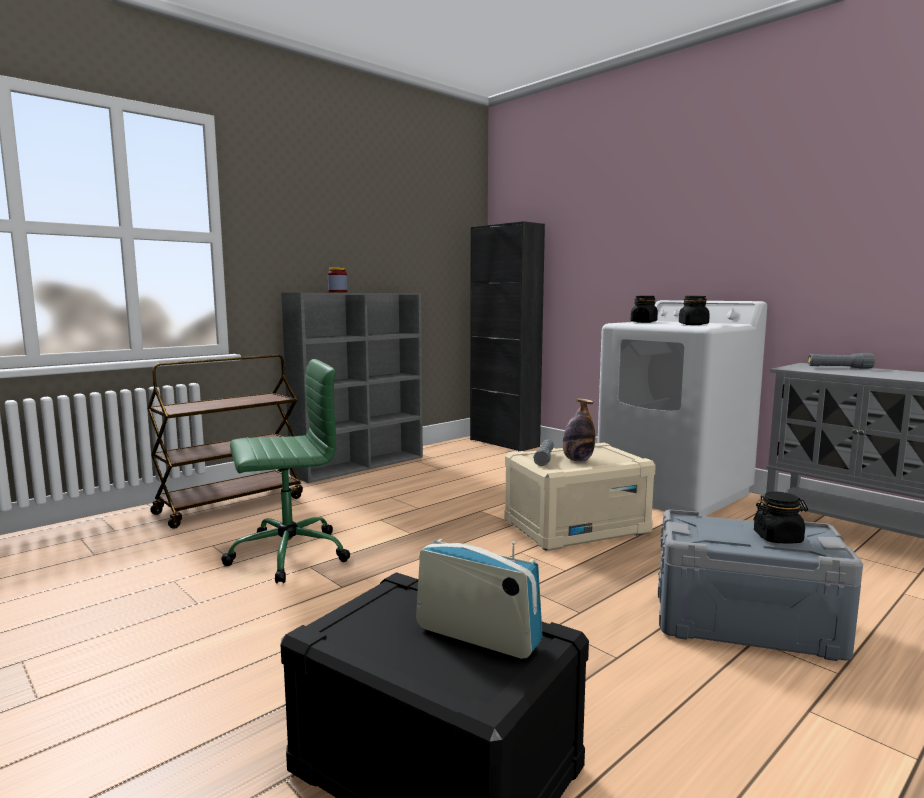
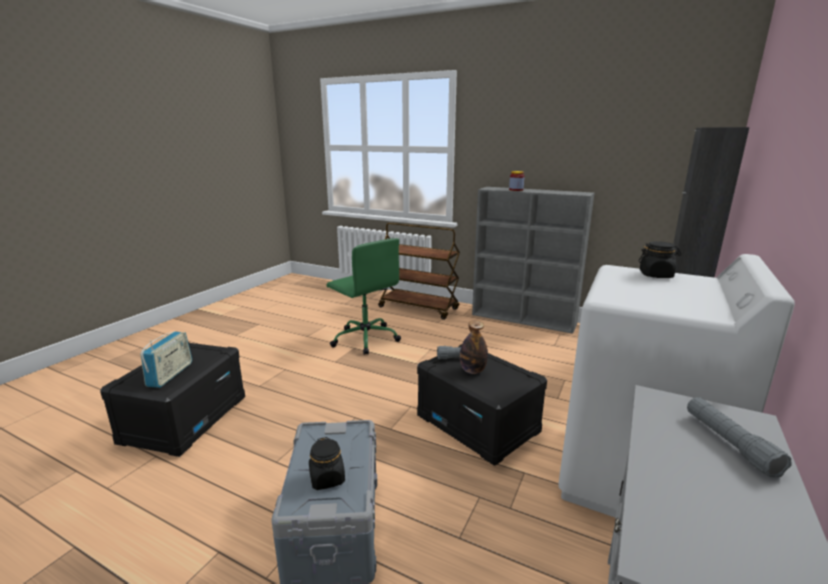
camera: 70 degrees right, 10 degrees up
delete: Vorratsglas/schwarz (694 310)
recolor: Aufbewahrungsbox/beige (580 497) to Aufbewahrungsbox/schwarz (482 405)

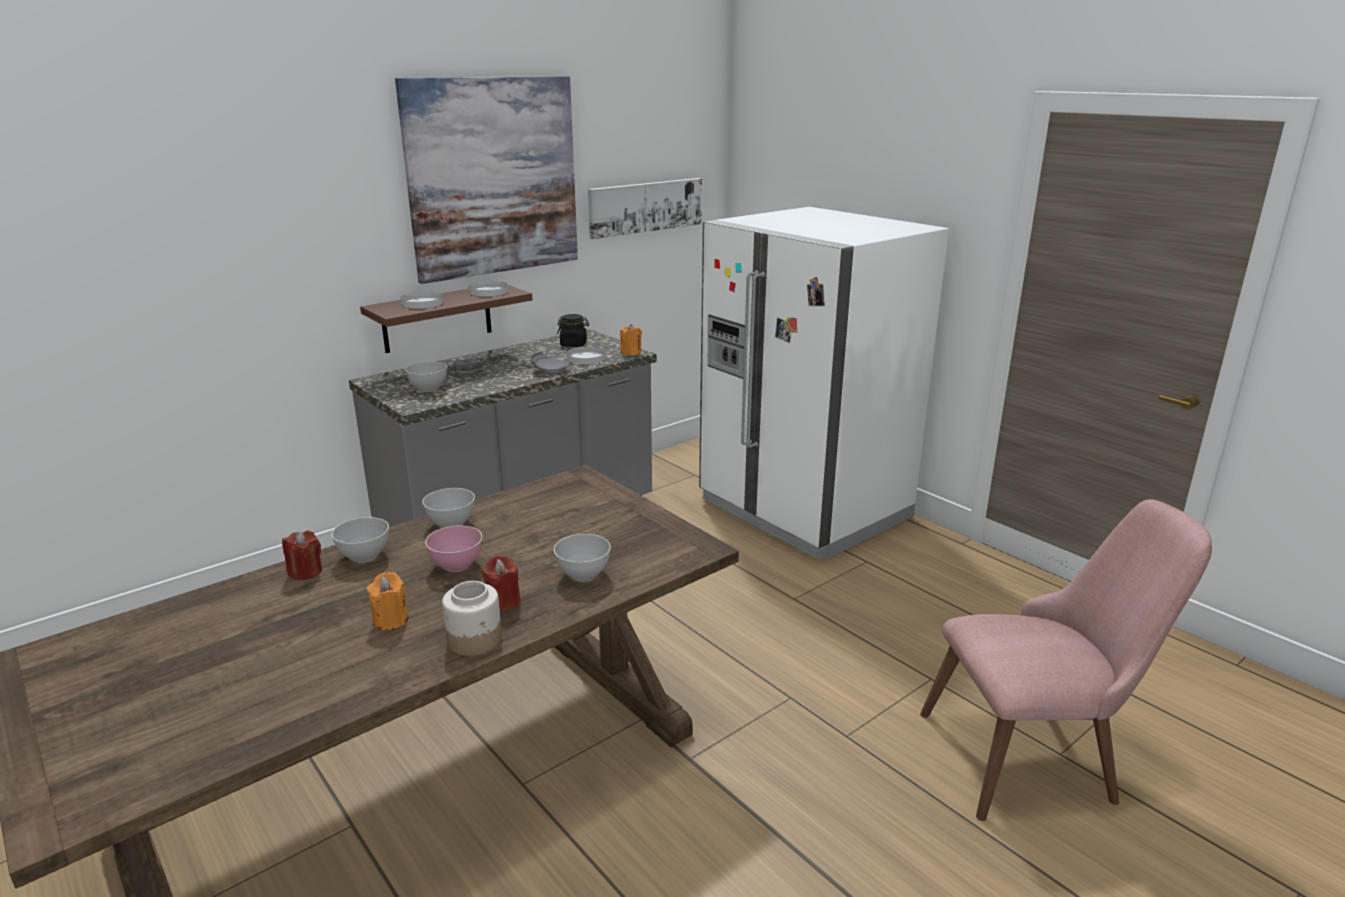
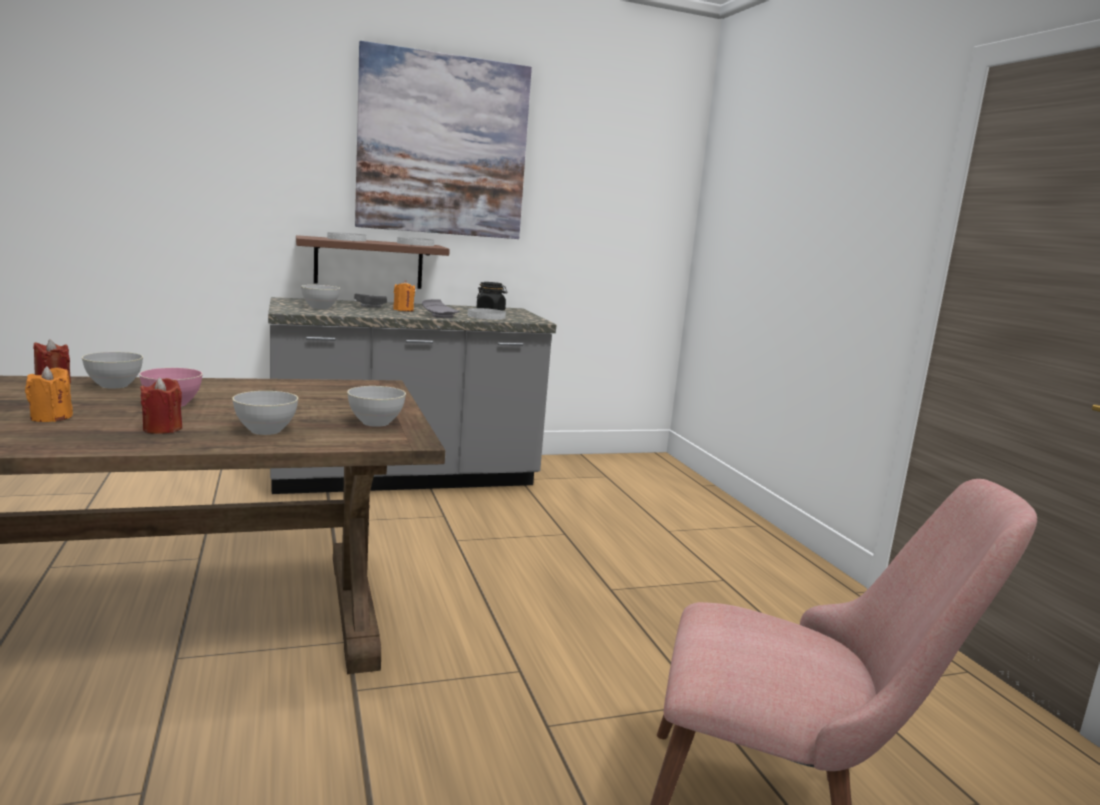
camera: 20 degrees right, 10 degrees down
delete: Vorratsglas (472 618); Bild (645 208); Kühlschrank/weiß (824 383)
move: Schüssel/grau (448 508) to (376 406); Kerze/orange (631 340) to (404 295)

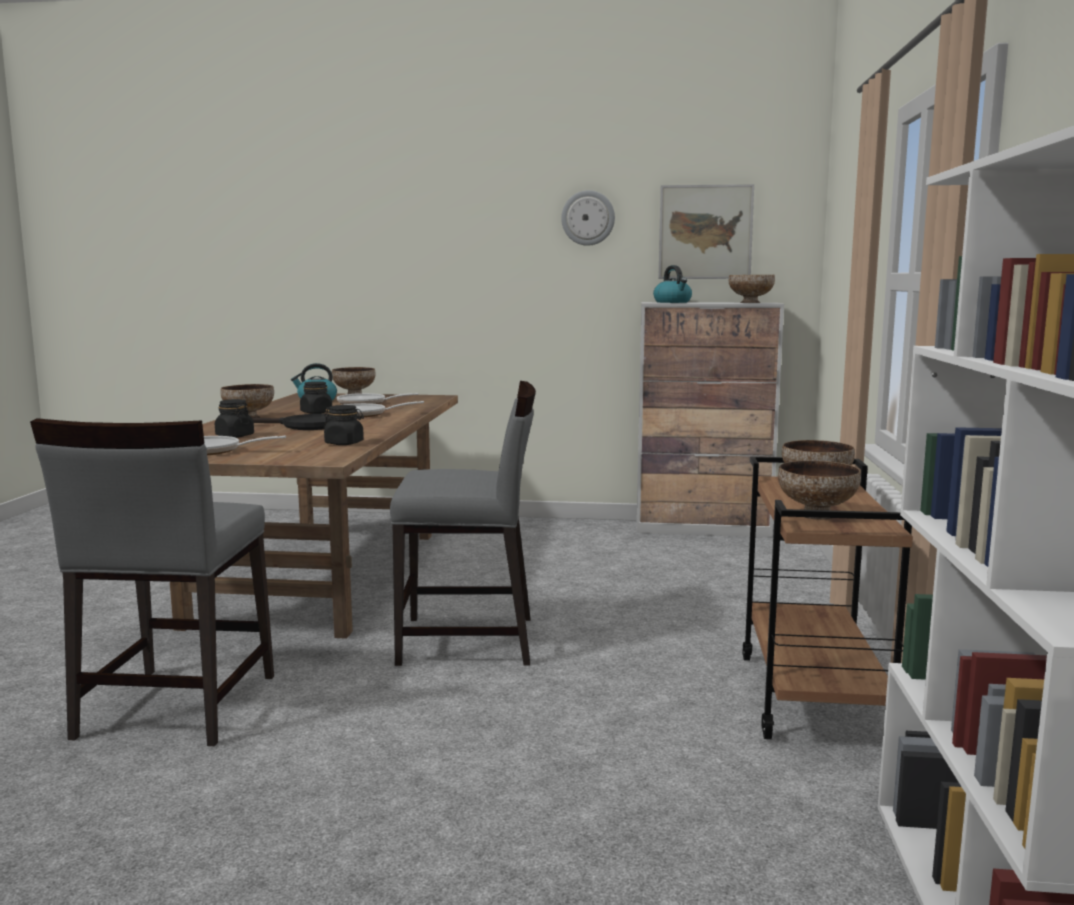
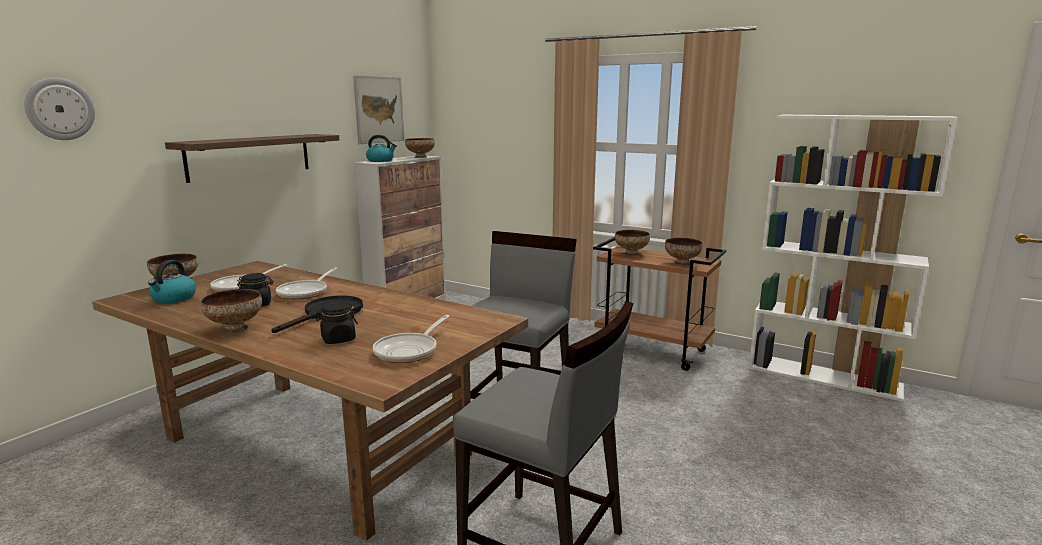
camera: 65 degrees left, 5 degrees up
delete: Vorratsglas/schwarz (344 425)
insert: Wandregal (252 158)
move: Wanduhr (588 218) to (59 108)

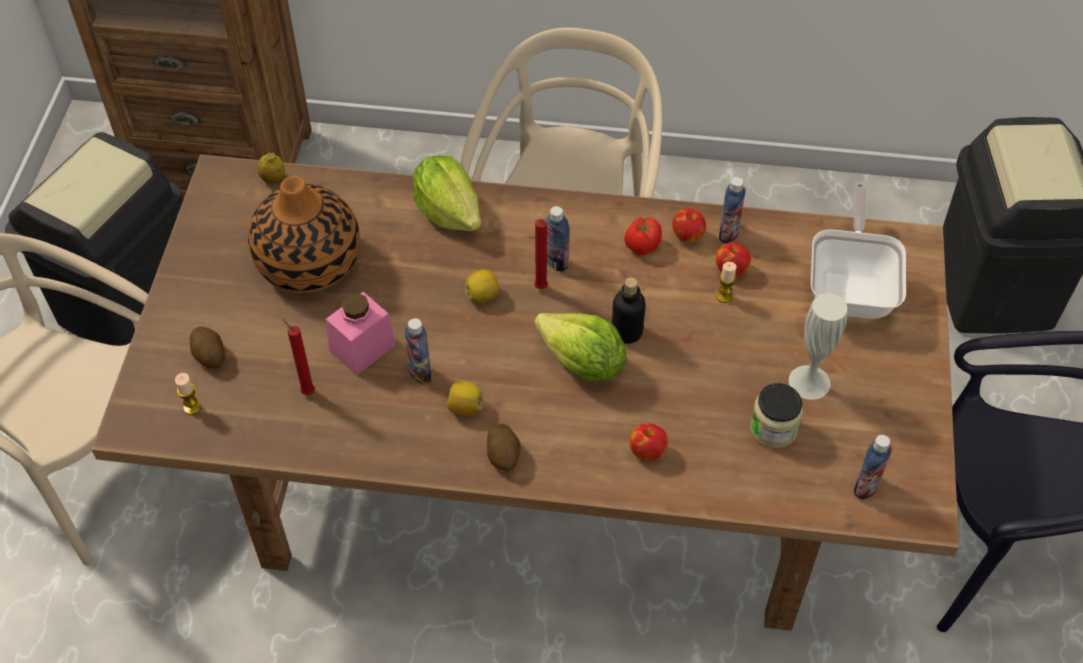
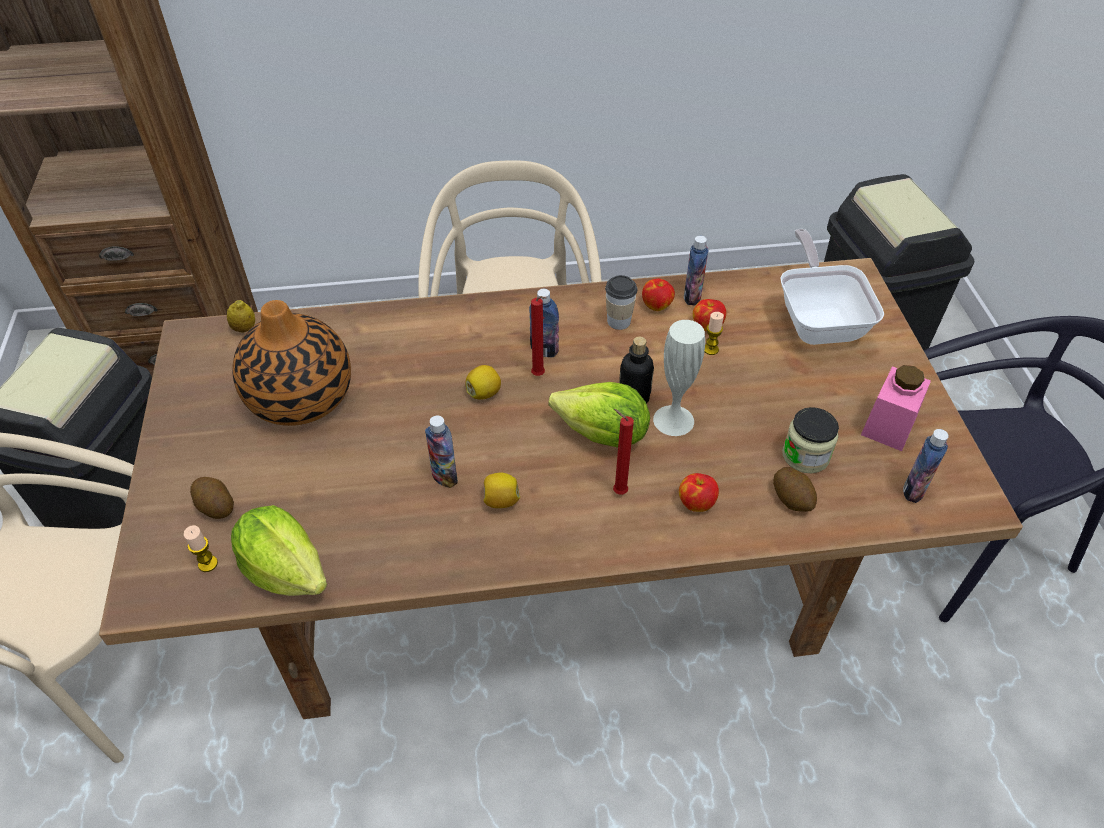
camera: 15 degrees left, 5 degrees down
move: Kerze/rot (298 356) to (623 452); Vorratsglas/rosa (361 333) to (896 408); Salatkopf (447 193) to (279 550); Kartoffel (504 448) to (795 489); Vase/weiß (818 346) to (679 378)
replace: Tomate (643 236) to Tasse (621 302)

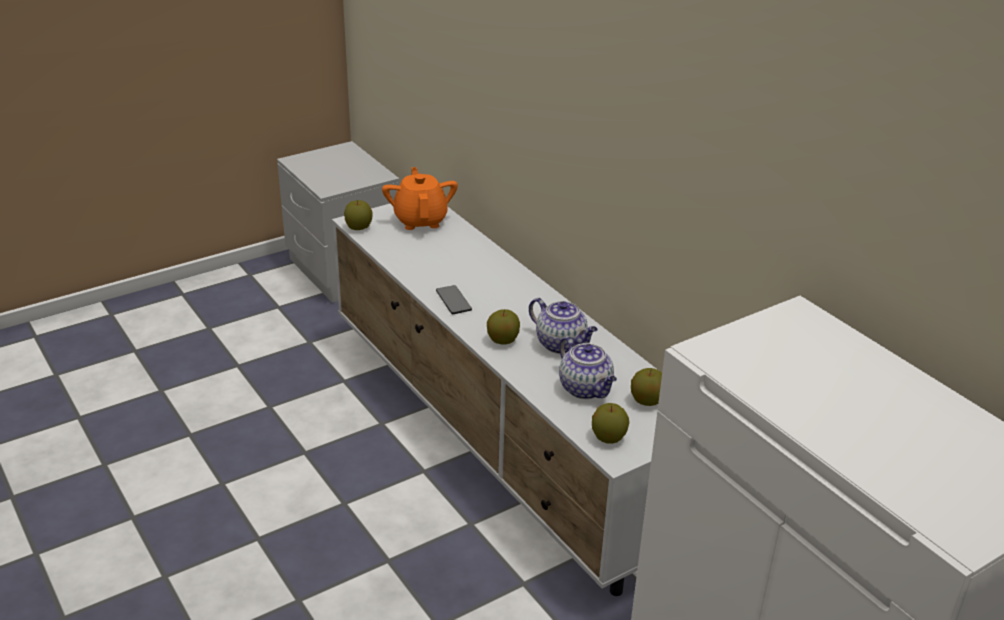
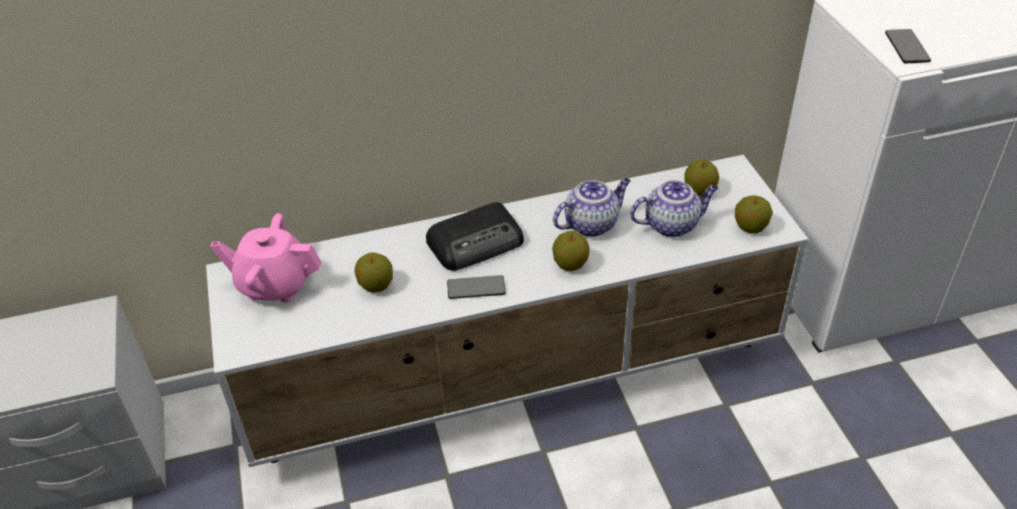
camera: 70 degrees left, 10 degrees up
insert: Radio (475 236); Handy (908 46)
move: Apfel (358 215) to (374 273)
recolor: Teekanne/orange (420 198) to Teekanne/rosa (266 258)

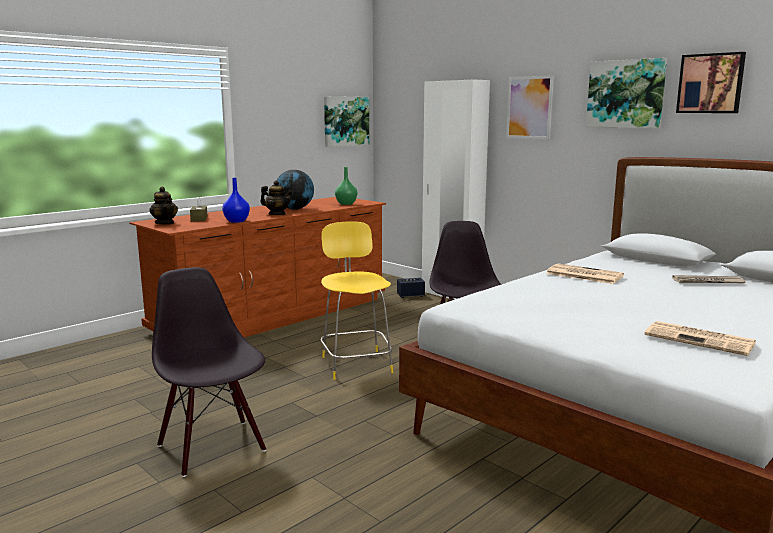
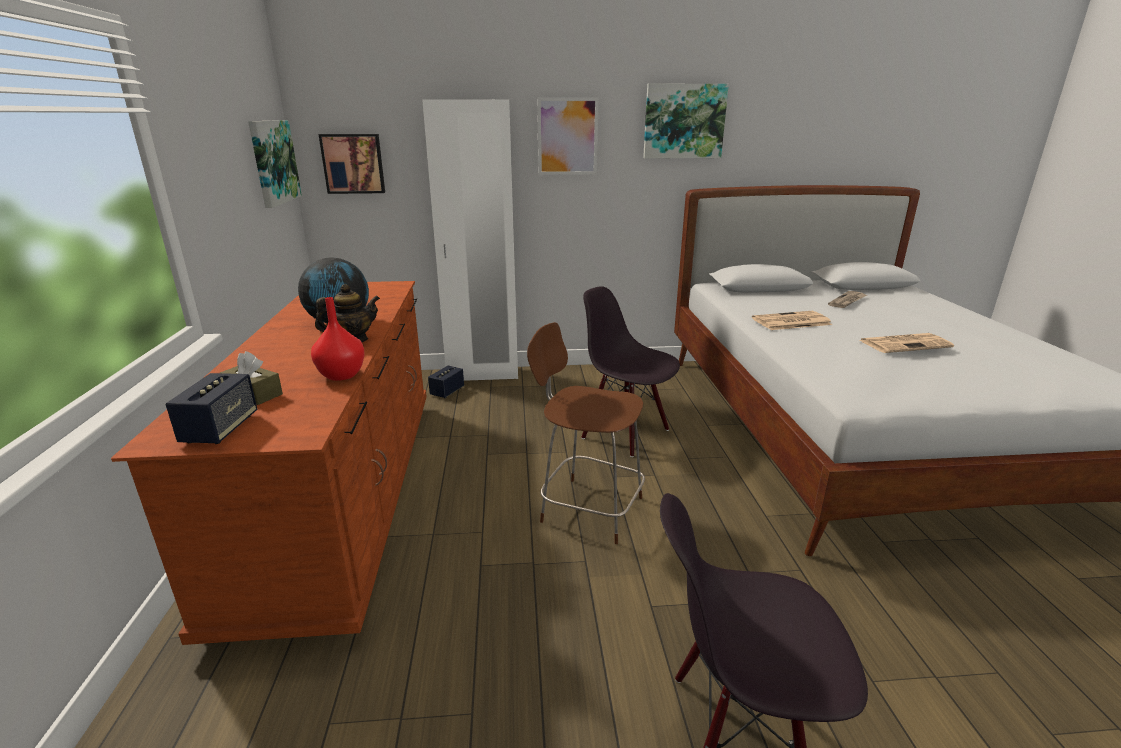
camera: 50 degrees left, 10 degrees up
delete: Vase/grün (346 186)
move: Zeitung (700 338) to (907 343); Bild (711 82) to (351 164)
replace: Teekanne (163 206) to Lautsprecher (211 408)
recolor: Vase/blau (236 200) to Vase/rot (338 339); Stuhl/gelb (357 300) to Stuhl/braun (586 433)

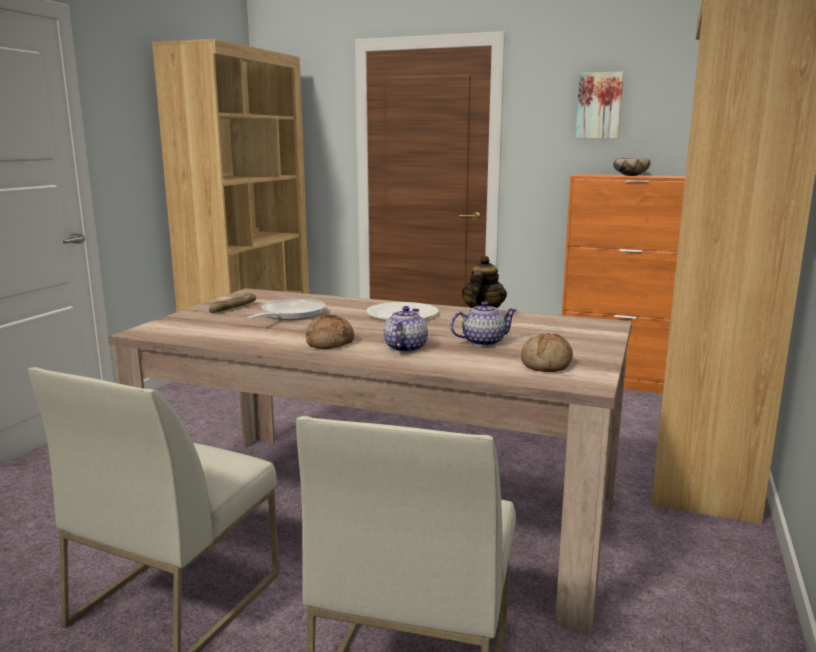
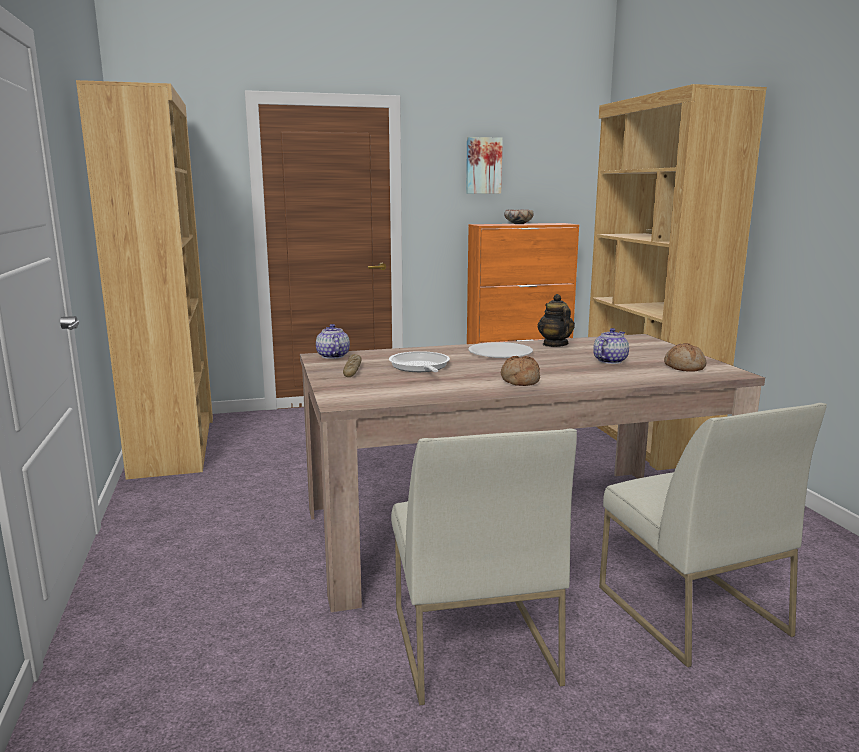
camera: 35 degrees left, 0 degrees up
move: Teekanne (406 329) to (333 341)

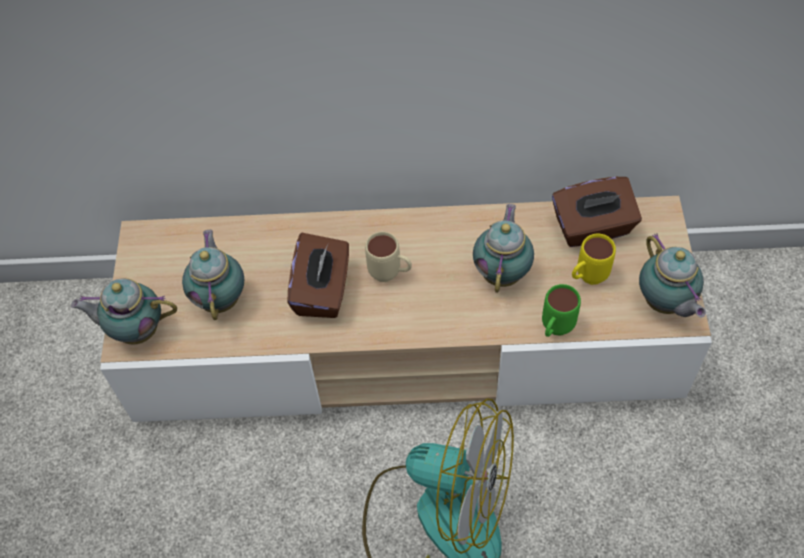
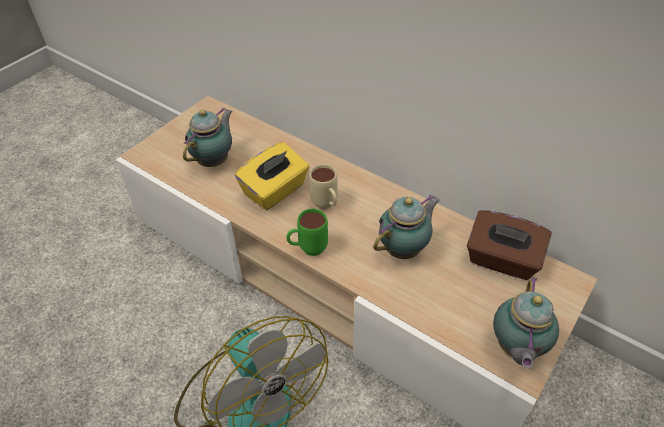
camera: 35 degrees right, 10 degrees down
delete: Teekanne (124 311); Henkelbecher/gelb (594 259)
move: Henkelbecher/grün (561 310) to (307 232)
recolor: Taschentuchbox/braun (318 275) to Taschentuchbox/gelb (272 176)

